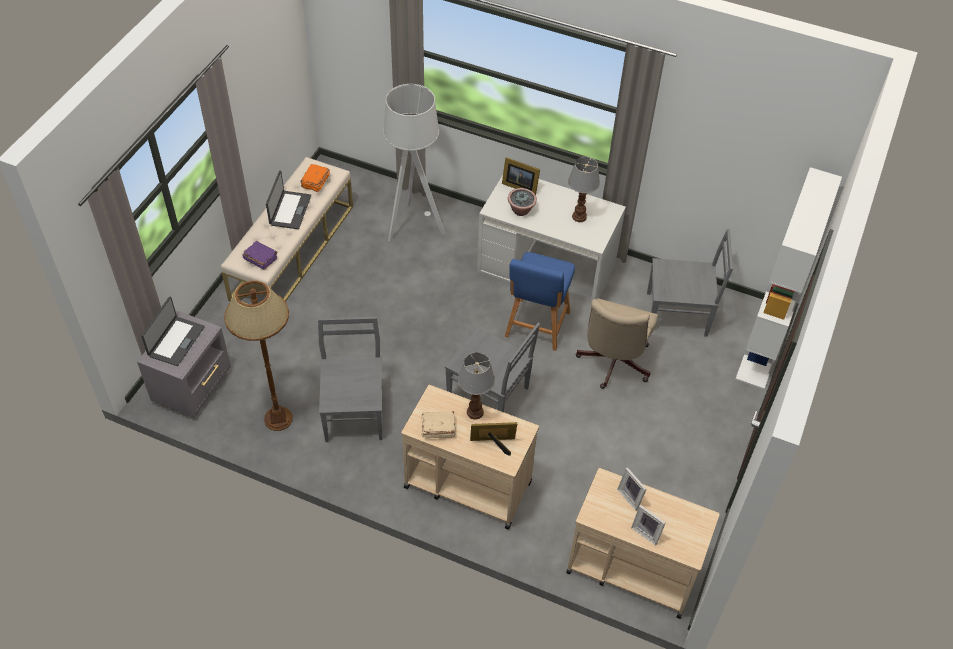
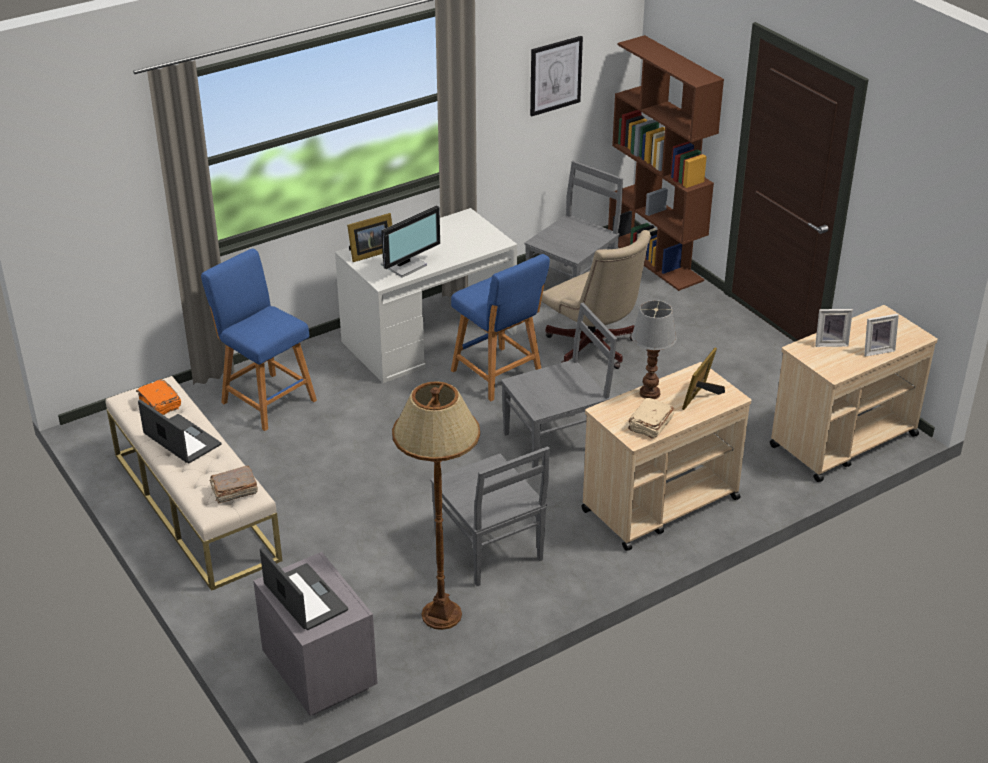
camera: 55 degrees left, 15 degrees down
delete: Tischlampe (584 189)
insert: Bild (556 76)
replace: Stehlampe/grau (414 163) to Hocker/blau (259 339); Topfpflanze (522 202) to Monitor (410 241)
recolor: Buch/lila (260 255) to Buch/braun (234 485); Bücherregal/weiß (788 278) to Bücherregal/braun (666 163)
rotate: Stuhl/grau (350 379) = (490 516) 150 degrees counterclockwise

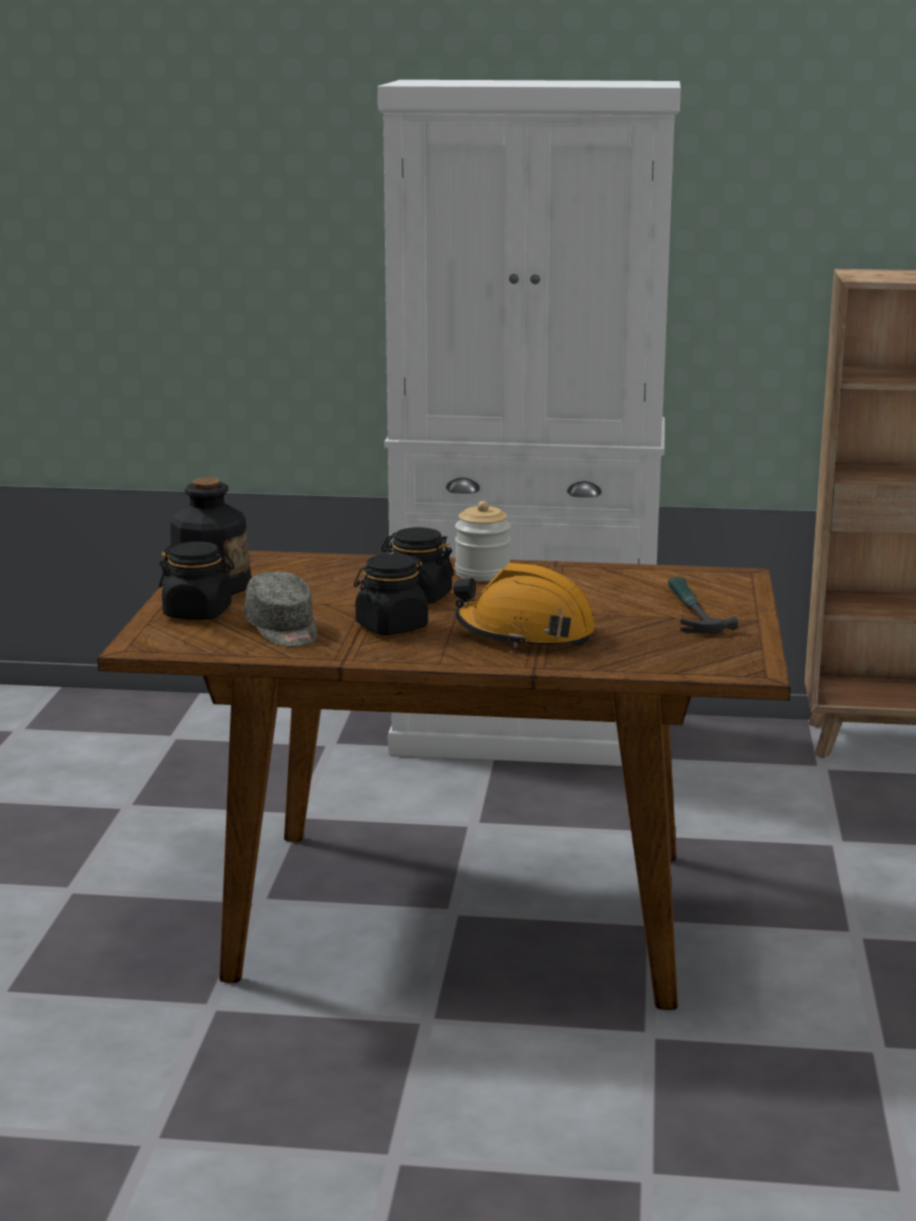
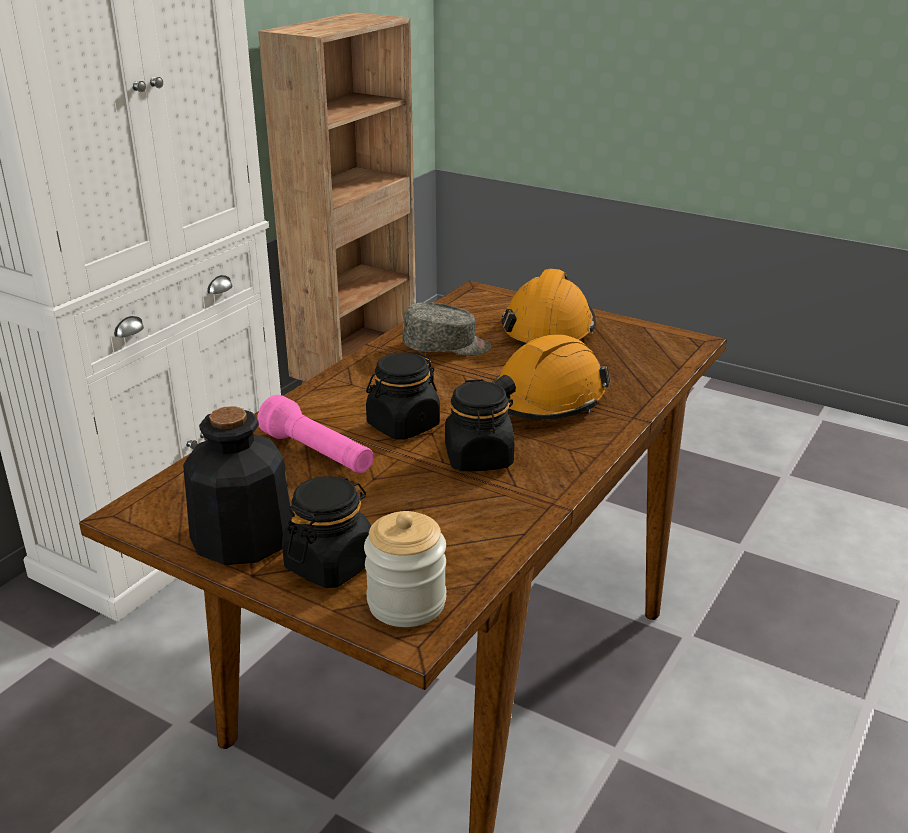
camera: 65 degrees left, 10 degrees up
insert: Taschenlampe/rosa (315 434)
move: Kappe/grau (281 609) to (446 329); Vorratsglas (483 541) to (405 569)
replace: Hammer (703 605) to Schutzhelm/orange (548 307)

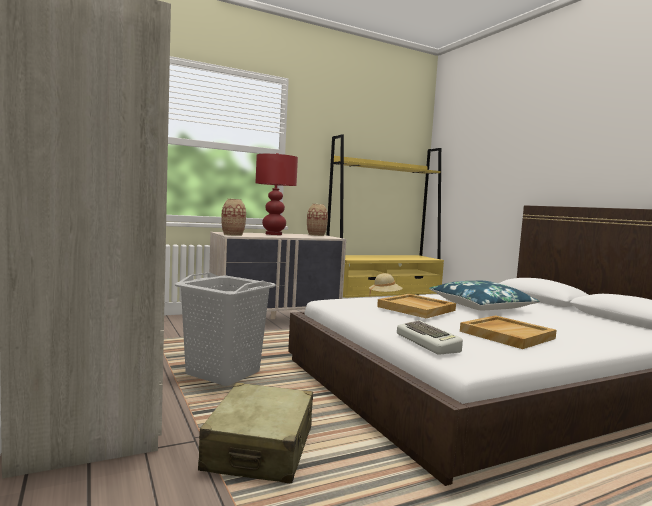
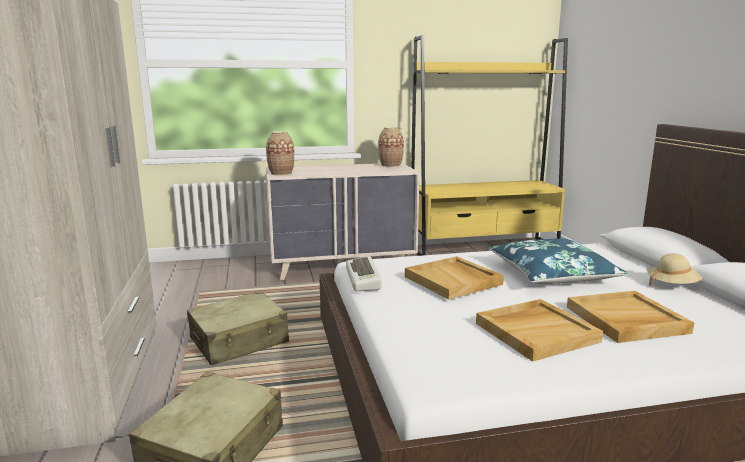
camera: 15 degrees right, 10 degrees up
delete: Tischlampe/rot (276 194)
insert: Tablett/beige (630 317)
move: Hut/beige (386 284) to (675 269); Tastatur (430 337) to (364 273)
replace: Wäschekorb/grau (225 329) to Koffer/beige (238 328)

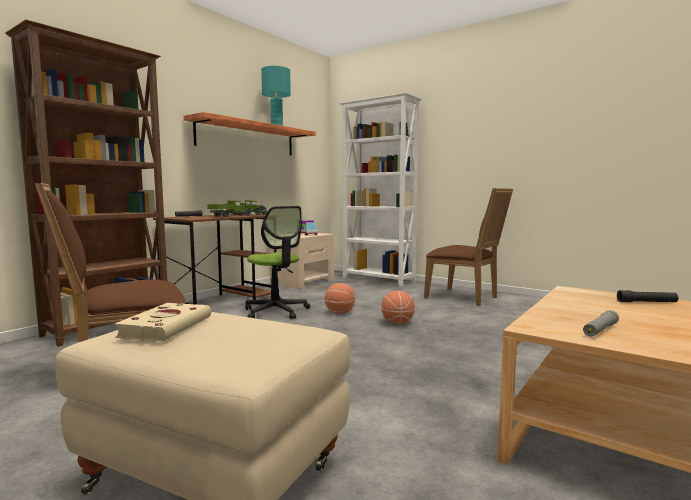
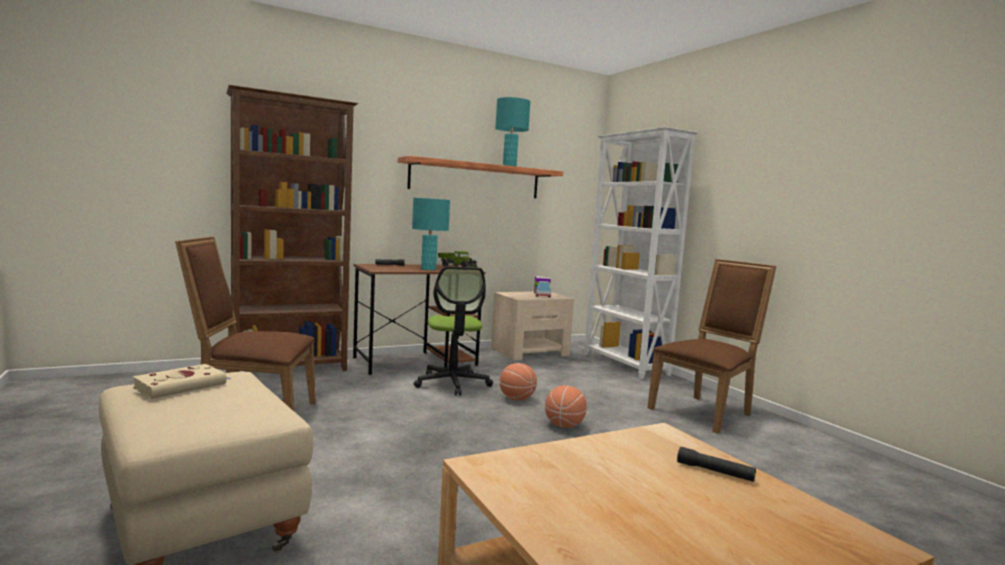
camera: 25 degrees right, 0 degrees up
delete: Taschenlampe/grau (601 323)
replace: Spielzeuglaster (229 209) to Tischlampe/türkis (431 234)
rotate: Stuhl/braun (468 247) = (712 346) 105 degrees counterclockwise

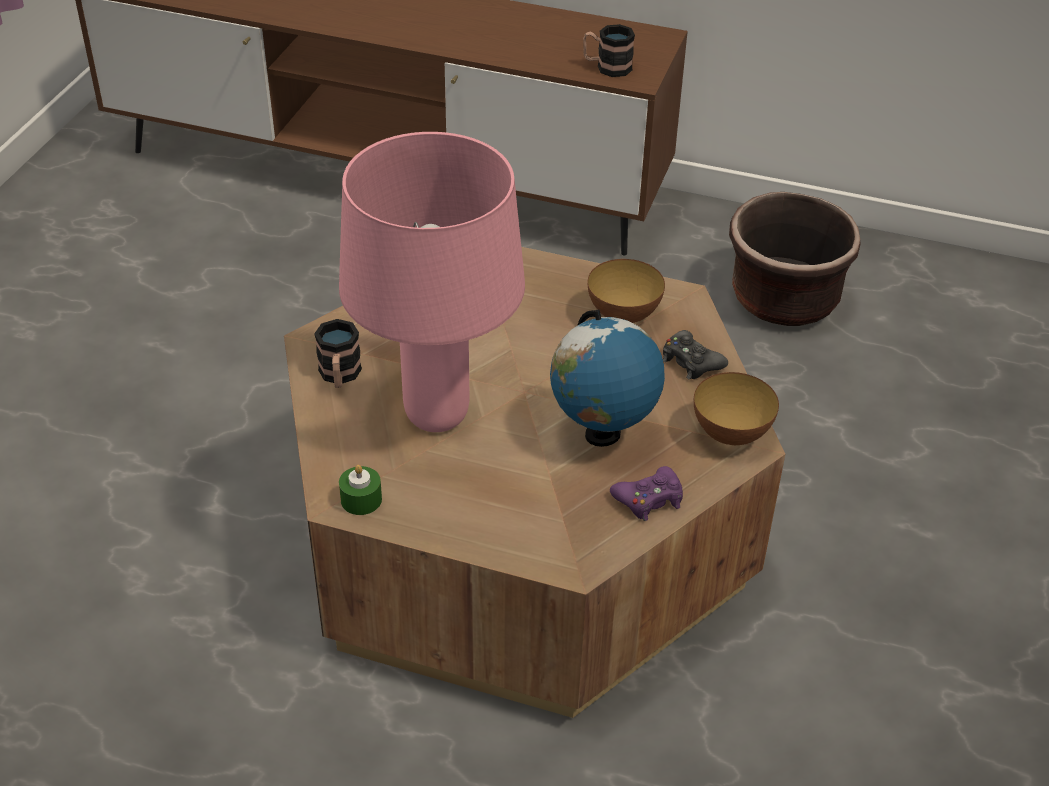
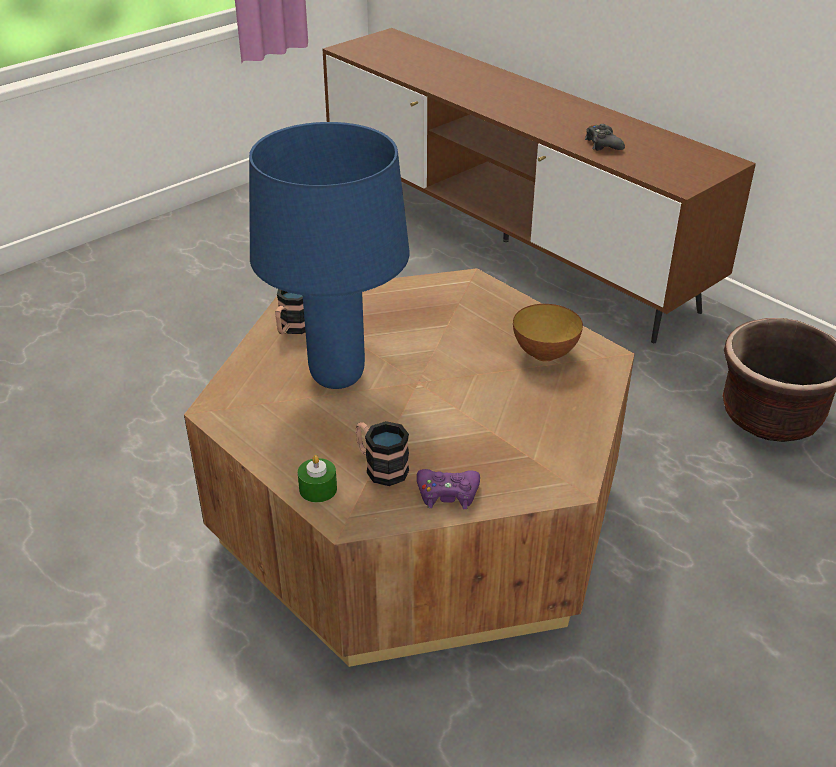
camera: 30 degrees right, 5 degrees down
delete: Globus (607 378); Schüssel (736 408)
move: Kerze/grün (360 490) to (317 479); Henkelbecher (609 50) to (382 453); Gamepad/schwarz (695 354) to (605 137)
recolor: Tischlampe/rosa (432 282) to Tischlampe/blau (329 255)

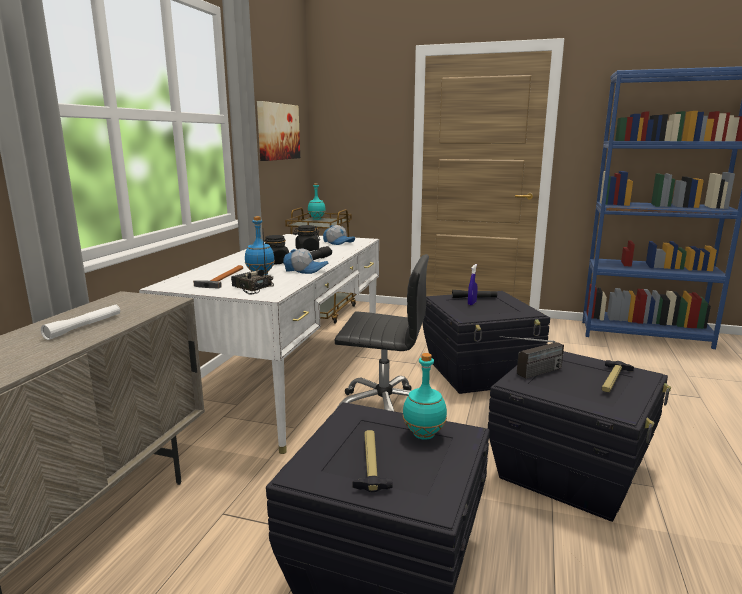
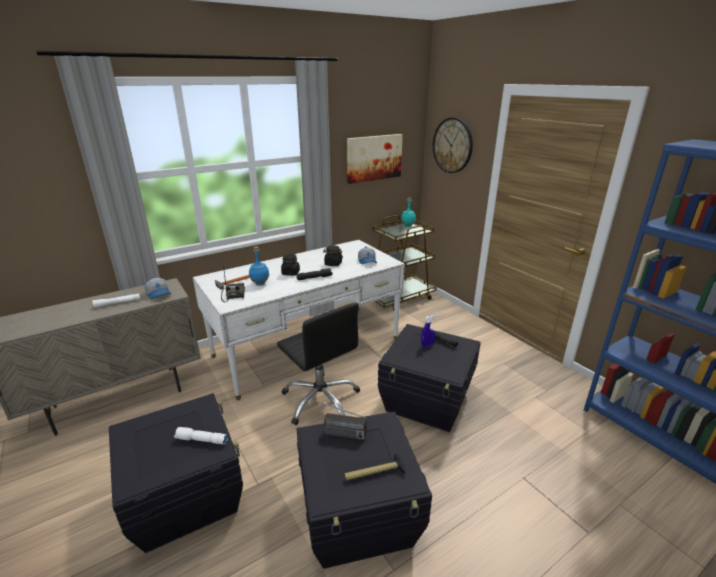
camera: 40 degrees right, 10 degrees up
delete: Hammer (372 461)
insert: Wanduhr (453 145)
move: Kappe (305 261) to (158 288)
replace: Flasche/türkis (424 396) to Taschenlampe/weiß (201 435)

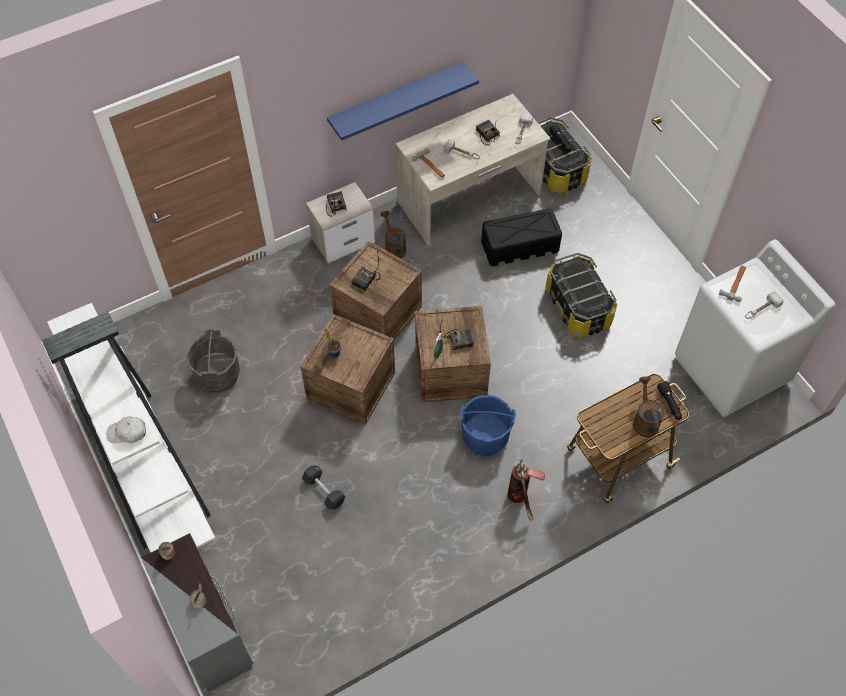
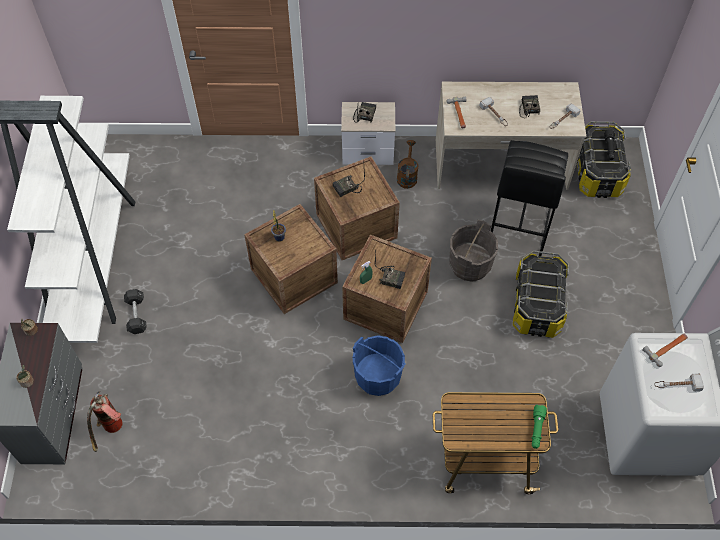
camera: 30 degrees right, 0 degrees up
delete: Kappe/weiß (126 430); Wandregal/blau (403 101); Gießkanne/braun (648 406)
move: Eimer/grau (213 360) to (473 251); Hantel/schwarz (323 487) to (135 311); Feuerlöscher (526 490) to (104 421)
replace: Aufbewahrungsbox/schwarz (521 237) to Hocker/schwarz (529 198)
recolor: Taschenlampe/schwarz (669 400) to Taschenlampe/grün (539 427)

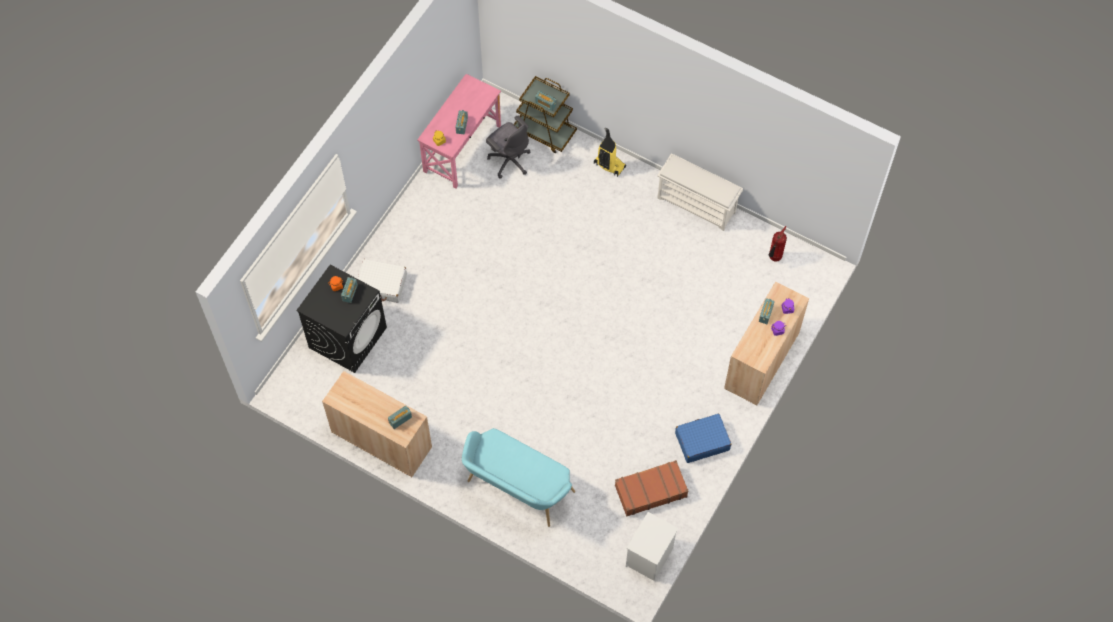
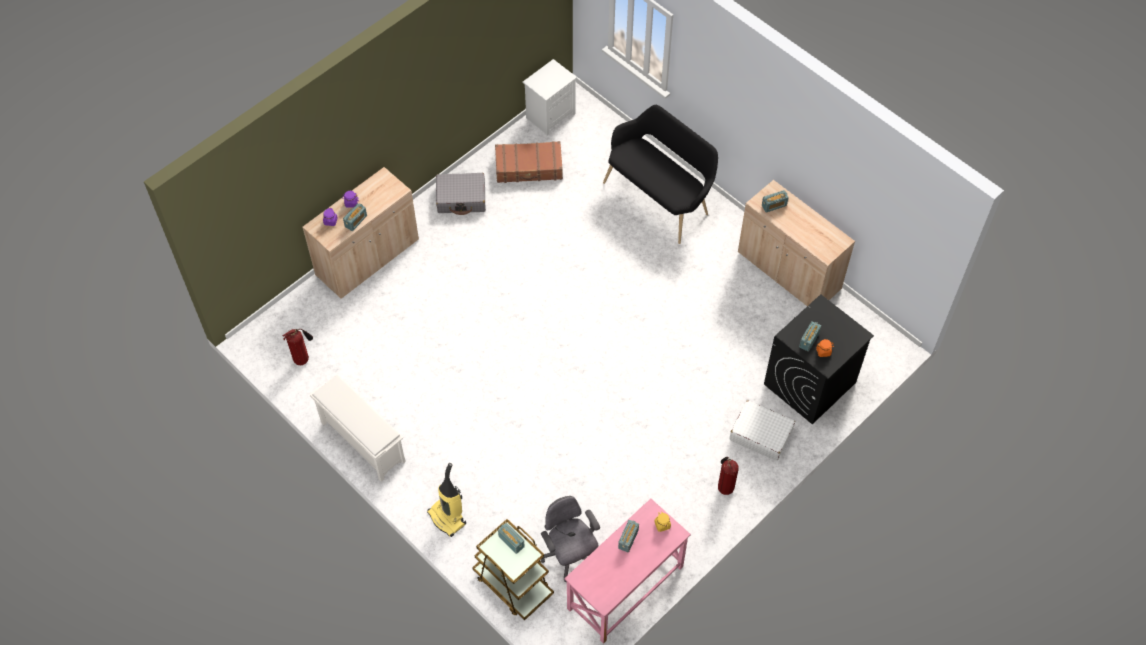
camera: 165 degrees left, 5 degrees down
insert: Feuerlöscher (728 476)
recolor: Bank/türkis (518 477) to Bank/schwarz (660 174); Koffer/blau (703 438) to Koffer/grau (461 194)

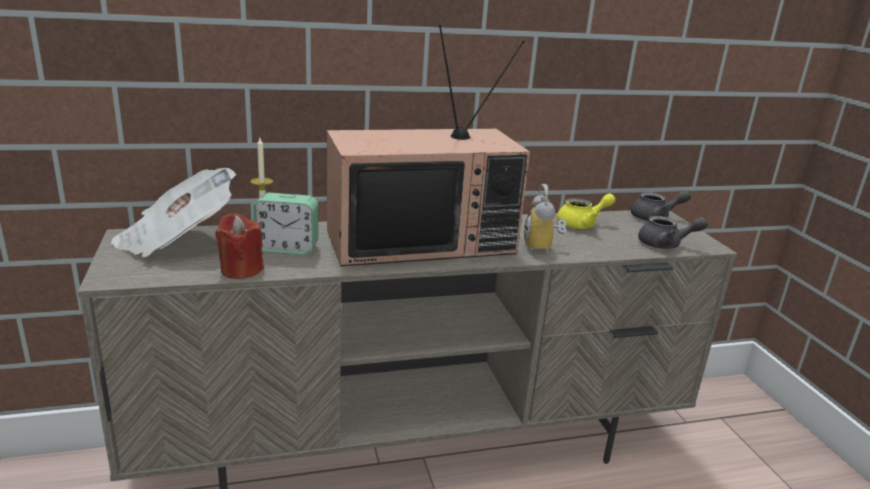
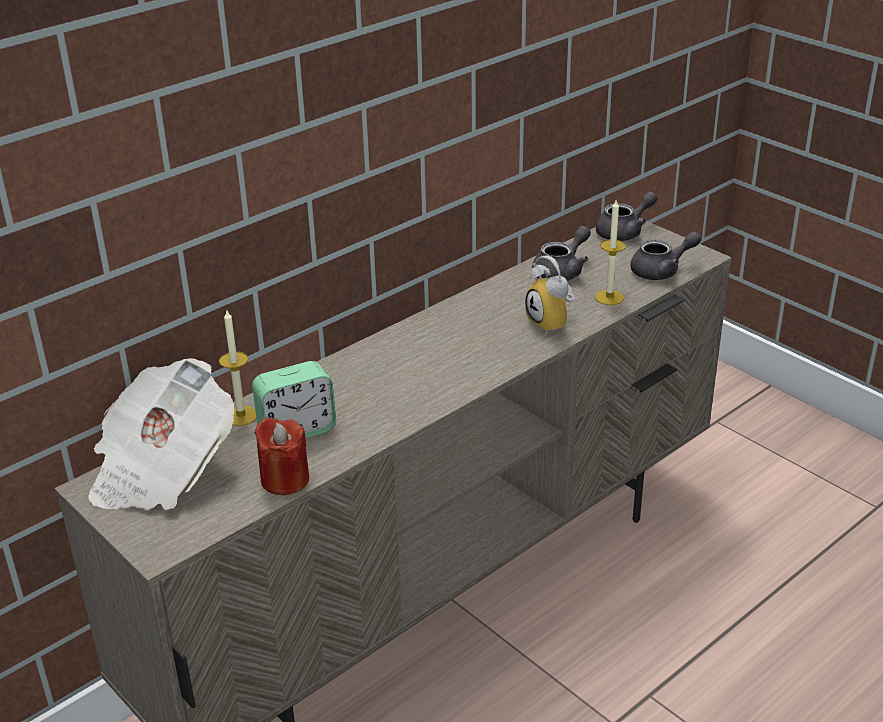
camera: 25 degrees left, 10 degrees up
delete: Fernseher (428 145)
insert: Kerze (610 252)
recolor: Teekanne/gelb (586 211) to Teekanne/grau (561 253)

